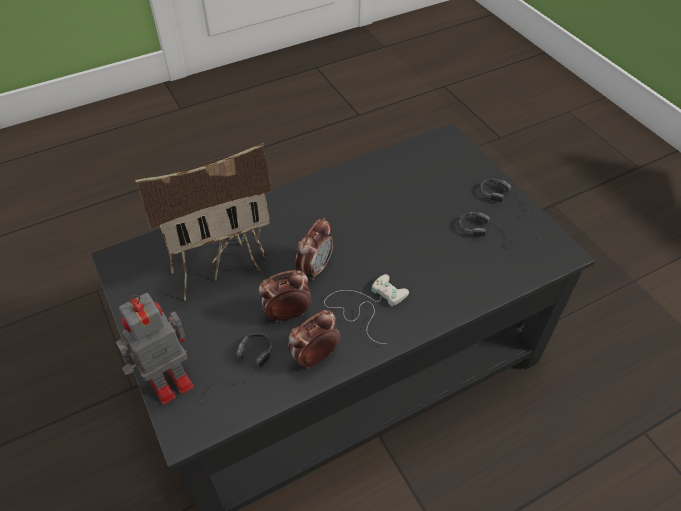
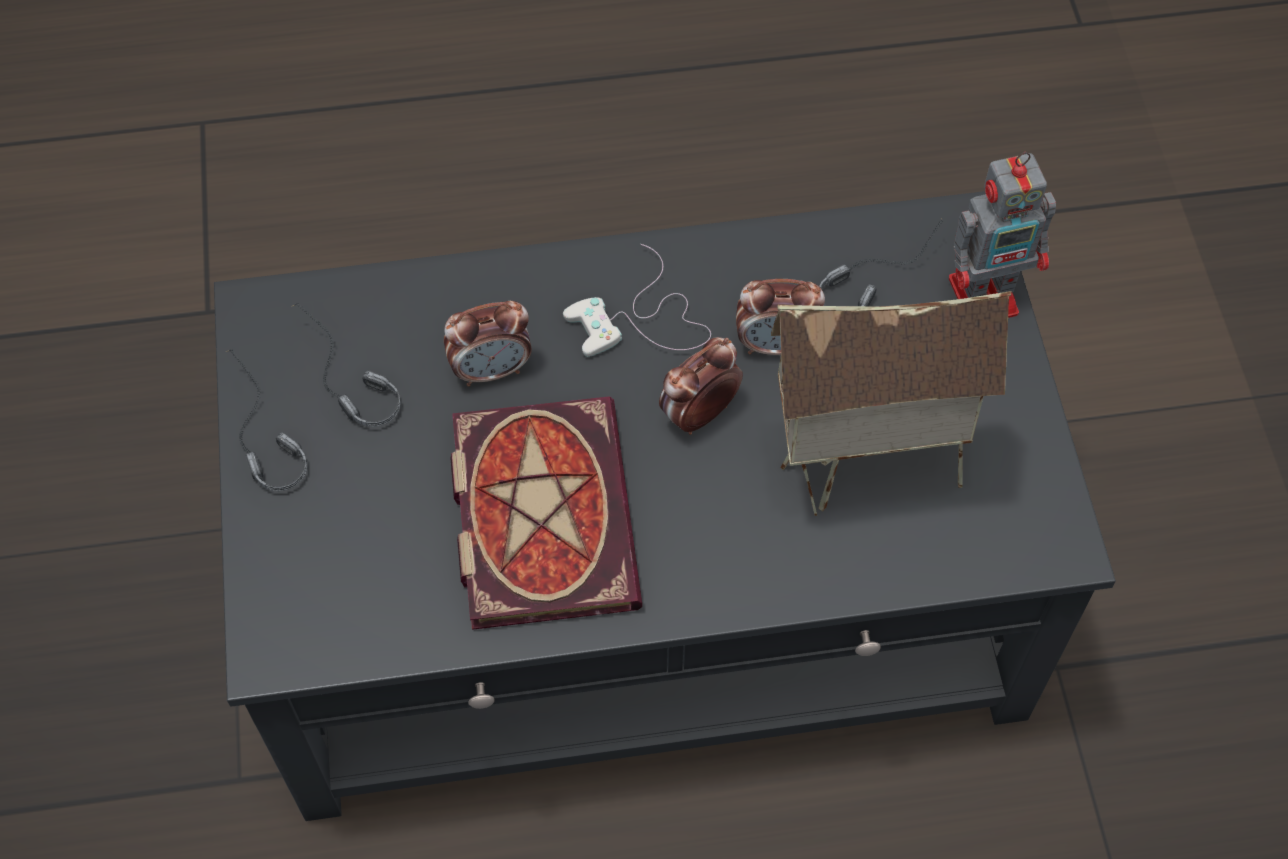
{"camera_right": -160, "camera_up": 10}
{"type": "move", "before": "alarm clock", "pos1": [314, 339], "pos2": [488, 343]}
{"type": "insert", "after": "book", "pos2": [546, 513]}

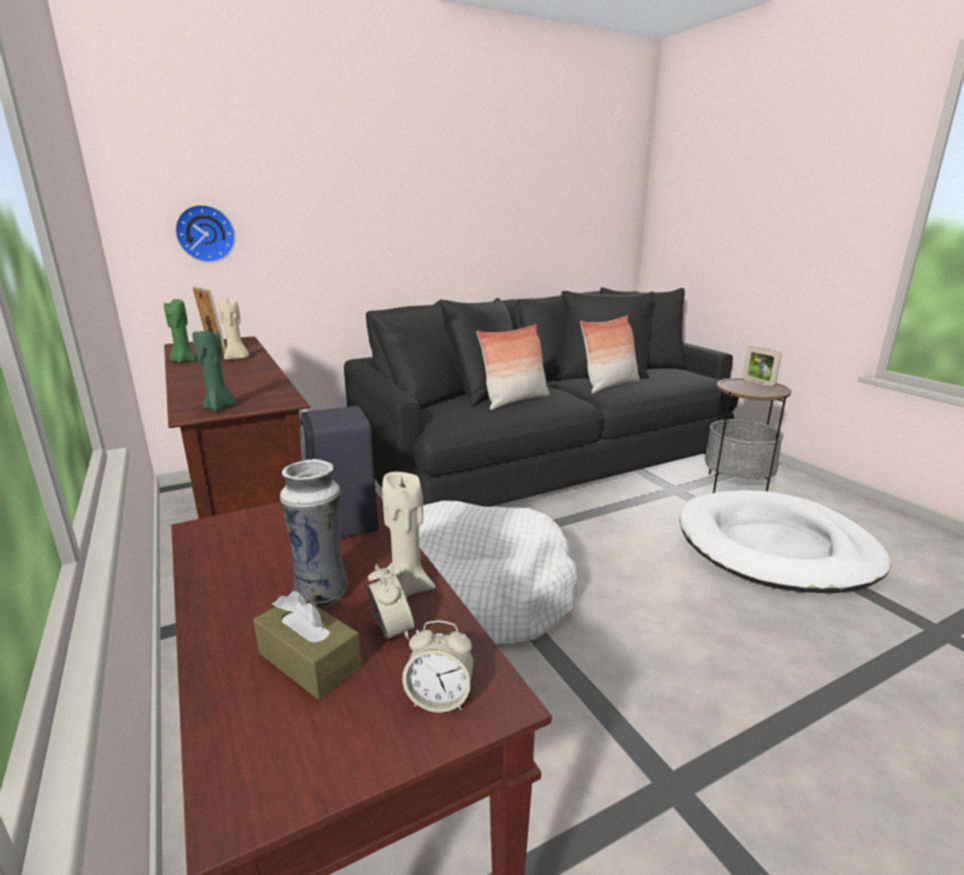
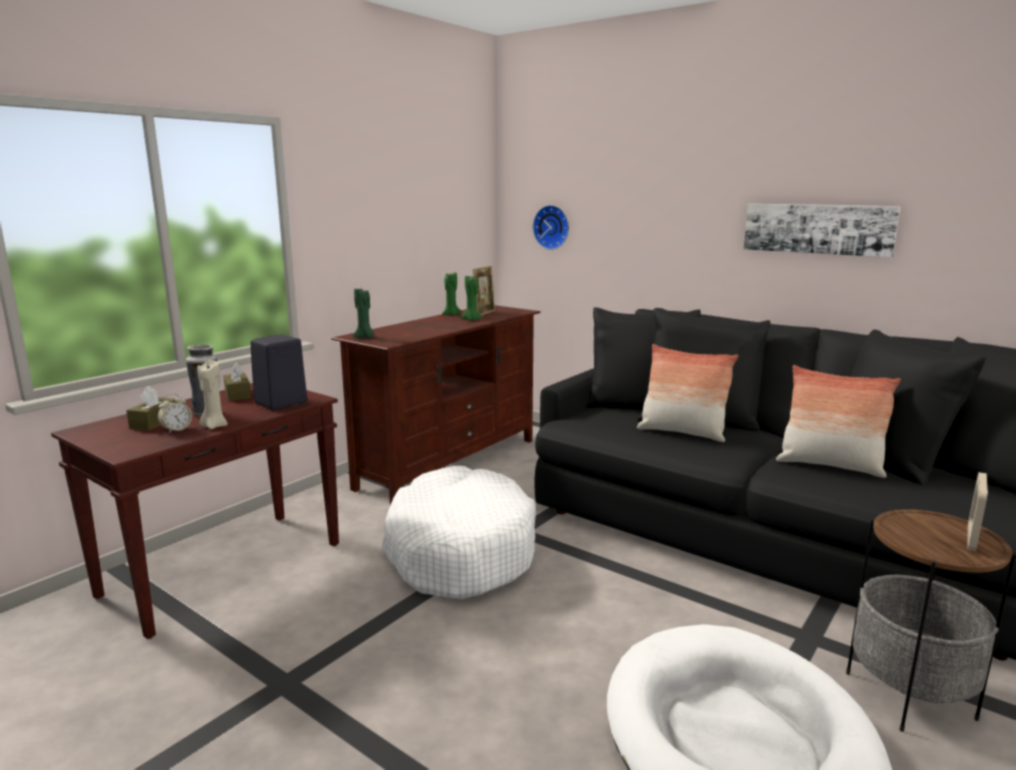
{"camera_right": 65, "camera_up": -5}
{"type": "recolor", "before": "beige candle", "after": "green candle", "pos1": [233, 329], "pos2": [472, 298]}
{"type": "delete", "before": "alarm clock", "pos1": [438, 666]}
{"type": "insert", "after": "brown tissue box", "pos2": [237, 382]}
{"type": "insert", "after": "picture", "pos2": [822, 231]}

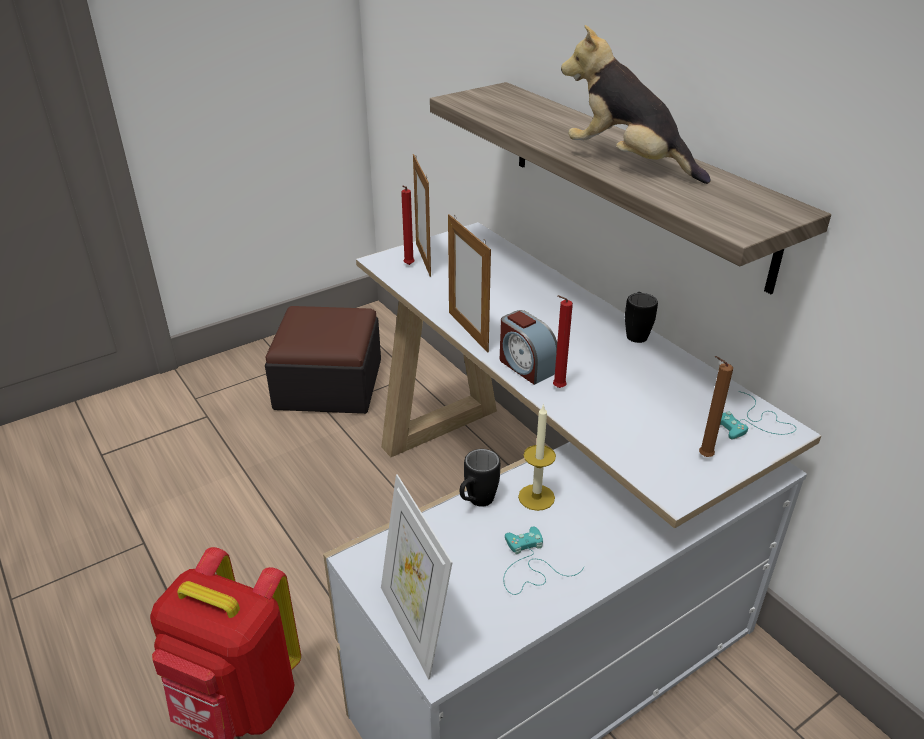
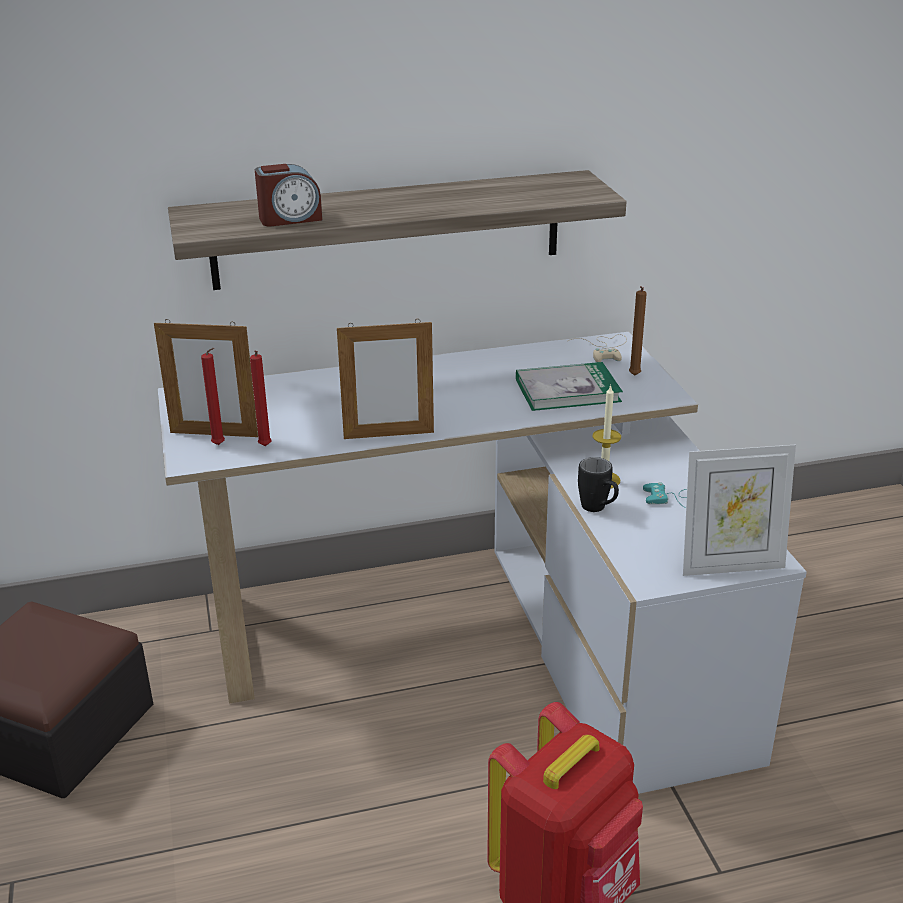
{"camera_right": -70, "camera_up": -5}
{"type": "move", "before": "alarm clock", "pos1": [528, 347], "pos2": [288, 195]}
{"type": "move", "before": "red candle", "pos1": [563, 341], "pos2": [261, 398]}
{"type": "delete", "before": "plush toy", "pos1": [636, 104]}
{"type": "delete", "before": "black mug", "pos1": [641, 317]}
{"type": "recolor", "before": "turquoise game controller", "after": "beige game controller", "pos1": [758, 415], "pos2": [597, 348]}
{"type": "insert", "after": "book", "pos2": [569, 386]}

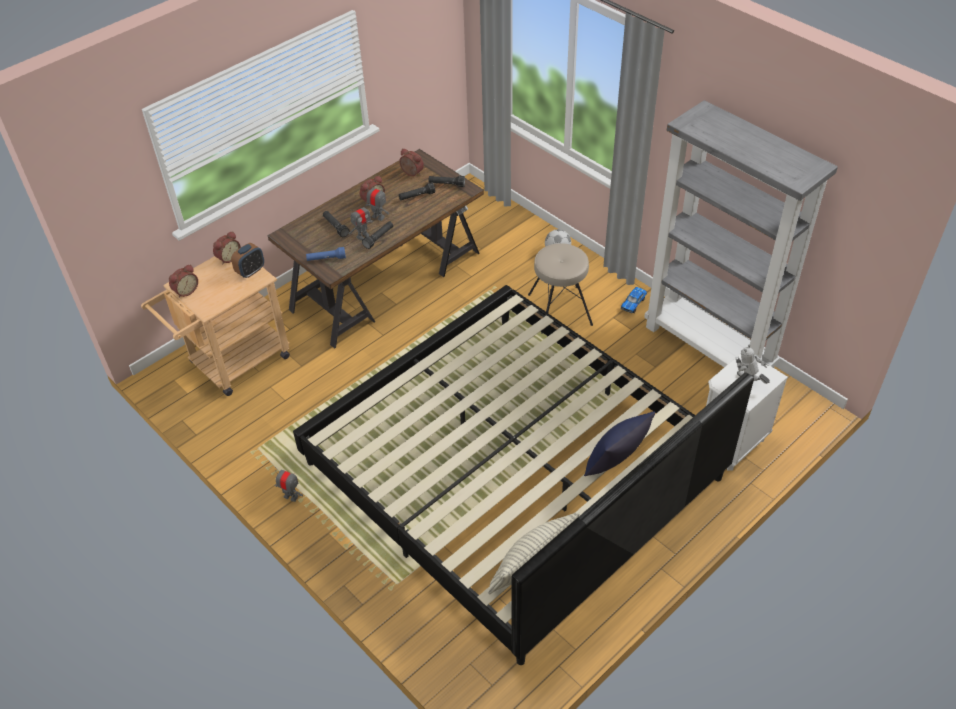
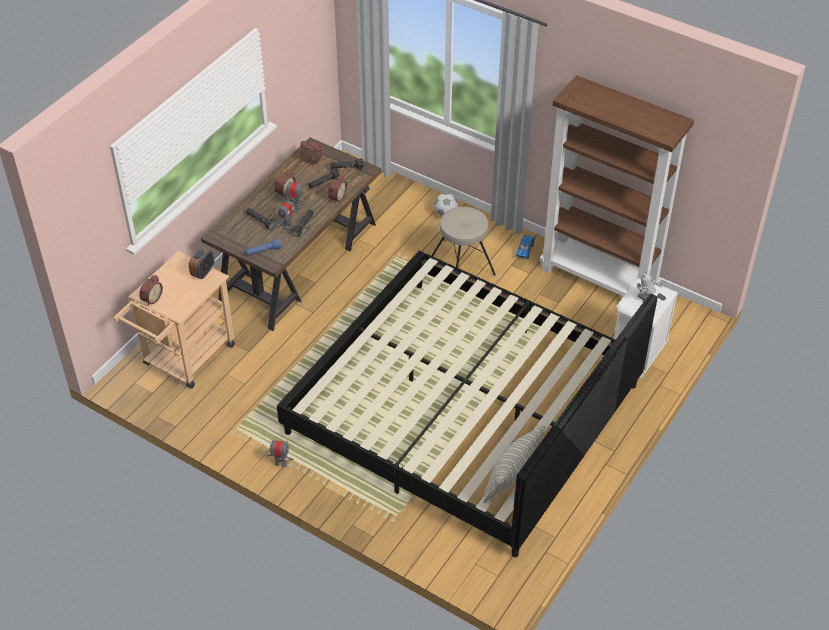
{"camera_right": -15, "camera_up": 0}
{"type": "move", "before": "alarm clock", "pos1": [227, 248], "pos2": [337, 189]}
{"type": "delete", "before": "blue pillow", "pos1": [619, 443]}
{"type": "recolor", "before": "grey bookcase", "after": "brown bookcase", "pos1": [741, 234], "pos2": [617, 185]}

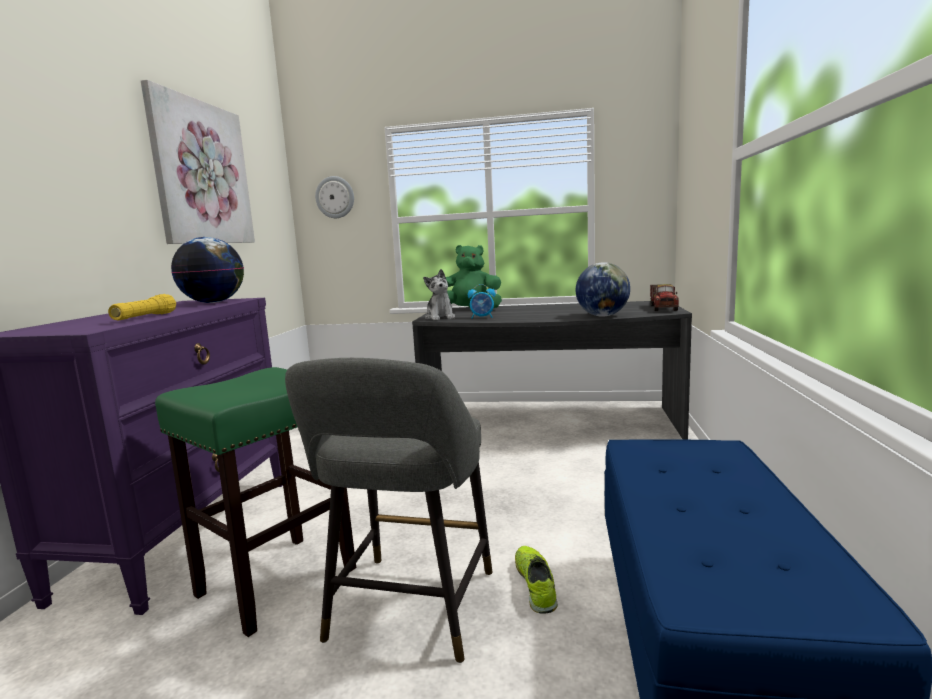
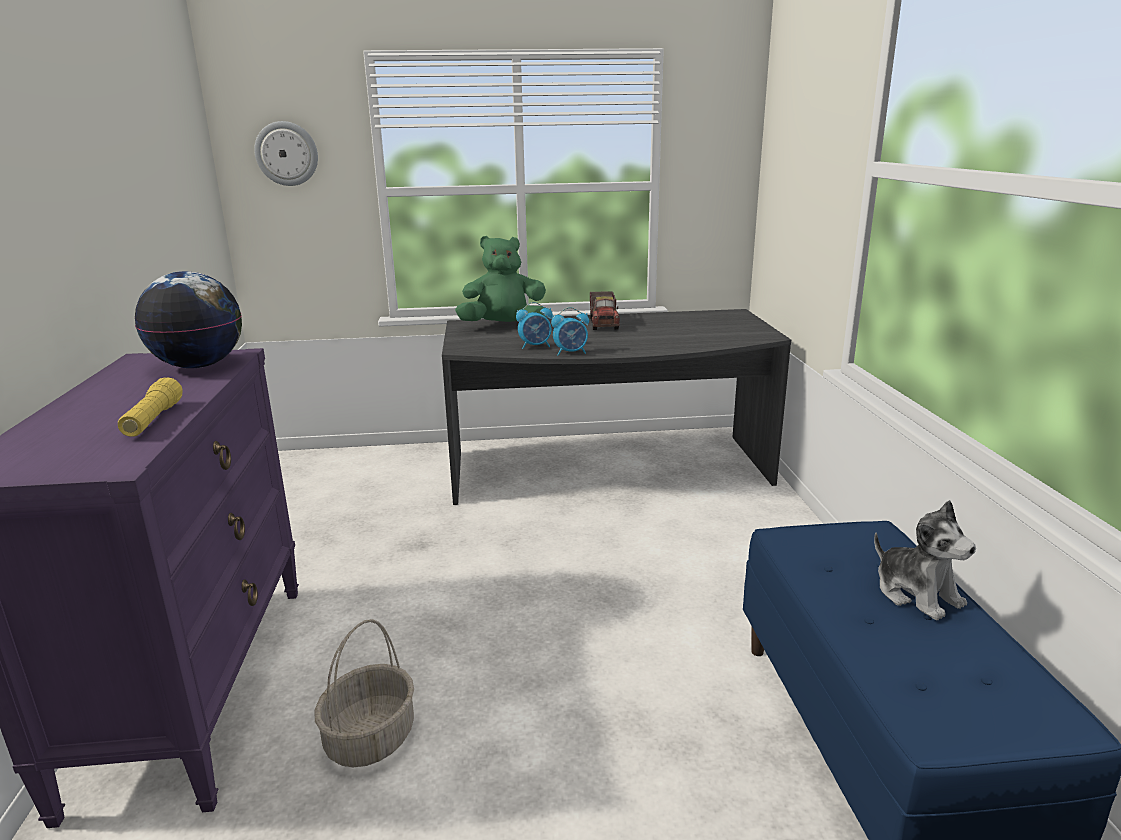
{"camera_right": -15, "camera_up": 10}
{"type": "delete", "before": "picture", "pos1": [198, 162]}
{"type": "replace", "before": "green stool", "after": "basket", "pos1": [255, 502], "pos2": [364, 693]}
{"type": "delete", "before": "grey stool", "pos1": [388, 510]}
{"type": "move", "before": "plush toy", "pos1": [439, 294], "pos2": [925, 560]}
{"type": "delete", "before": "shoe", "pos1": [536, 580]}
{"type": "delete", "before": "globe", "pos1": [603, 289]}
{"type": "move", "before": "toy truck", "pos1": [664, 297], "pos2": [605, 310]}
{"type": "insert", "after": "alarm clock", "pos2": [570, 331]}

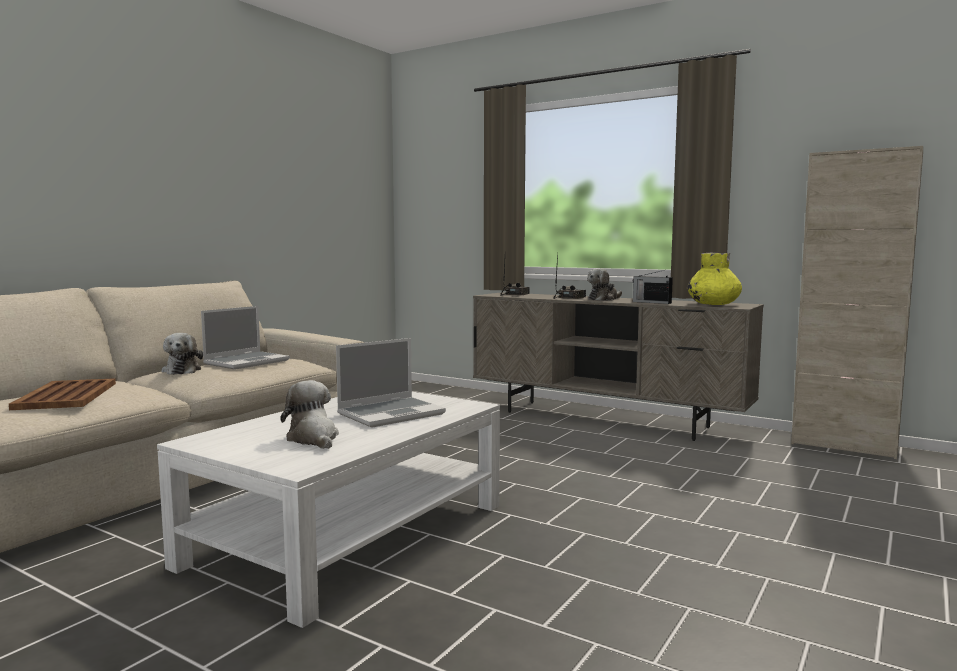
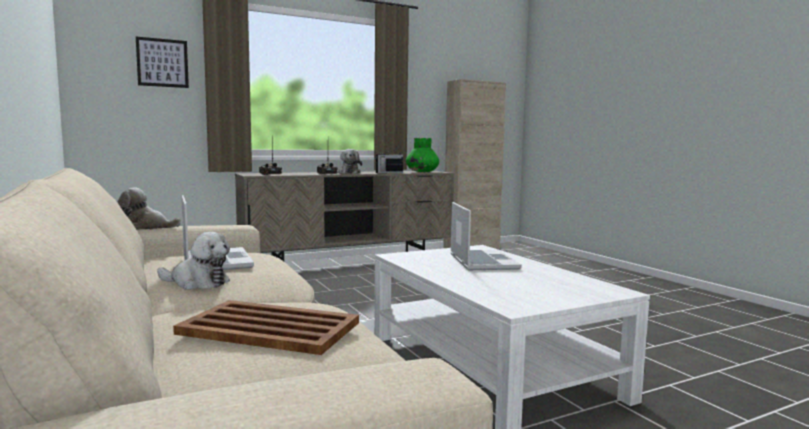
{"camera_right": -60, "camera_up": 0}
{"type": "move", "before": "plush toy", "pos1": [309, 414], "pos2": [149, 209]}
{"type": "recolor", "before": "yellow vase", "after": "green vase", "pos1": [714, 279], "pos2": [422, 155]}
{"type": "insert", "after": "picture", "pos2": [162, 62]}

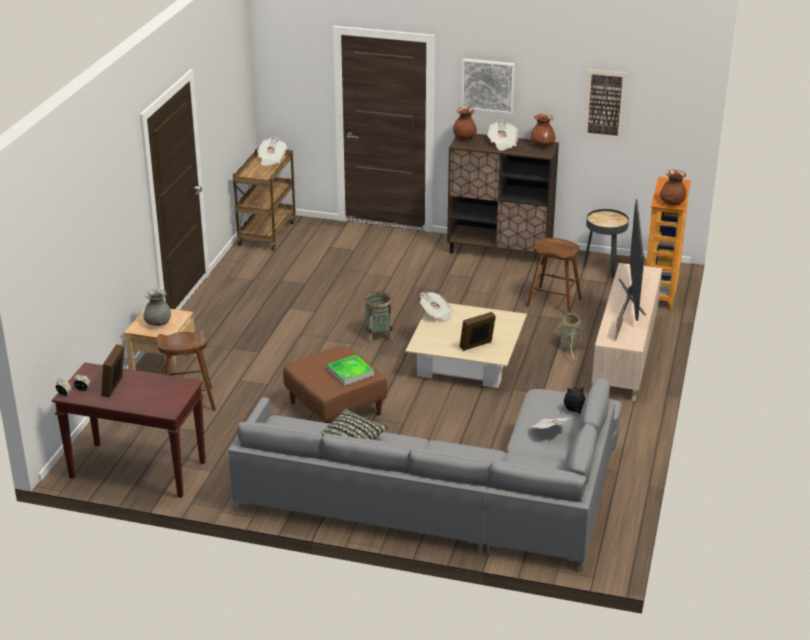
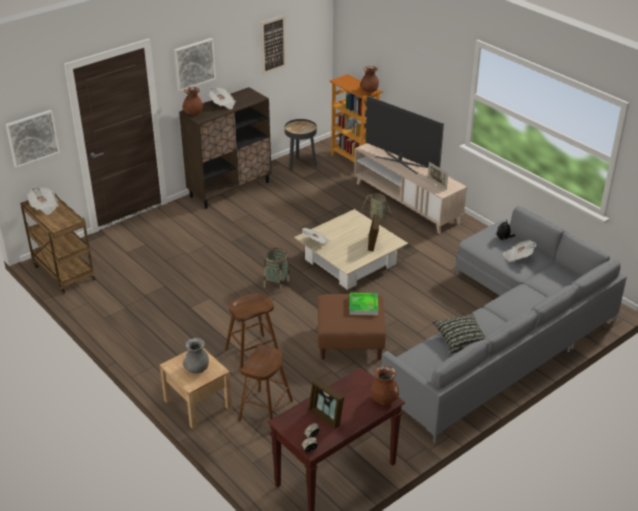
{"camera_right": -55, "camera_up": 5}
{"type": "move", "before": "brown stool", "pos1": [554, 276], "pos2": [252, 331]}
{"type": "move", "before": "brown vase", "pos1": [543, 130], "pos2": [385, 385]}
{"type": "insert", "after": "picture", "pos2": [33, 139]}

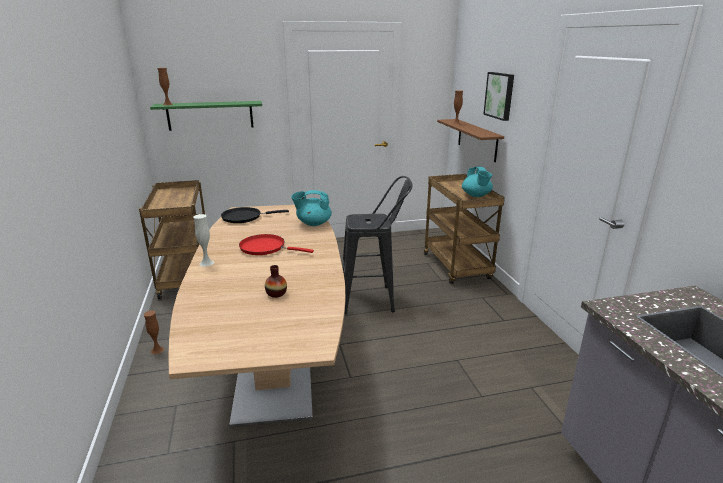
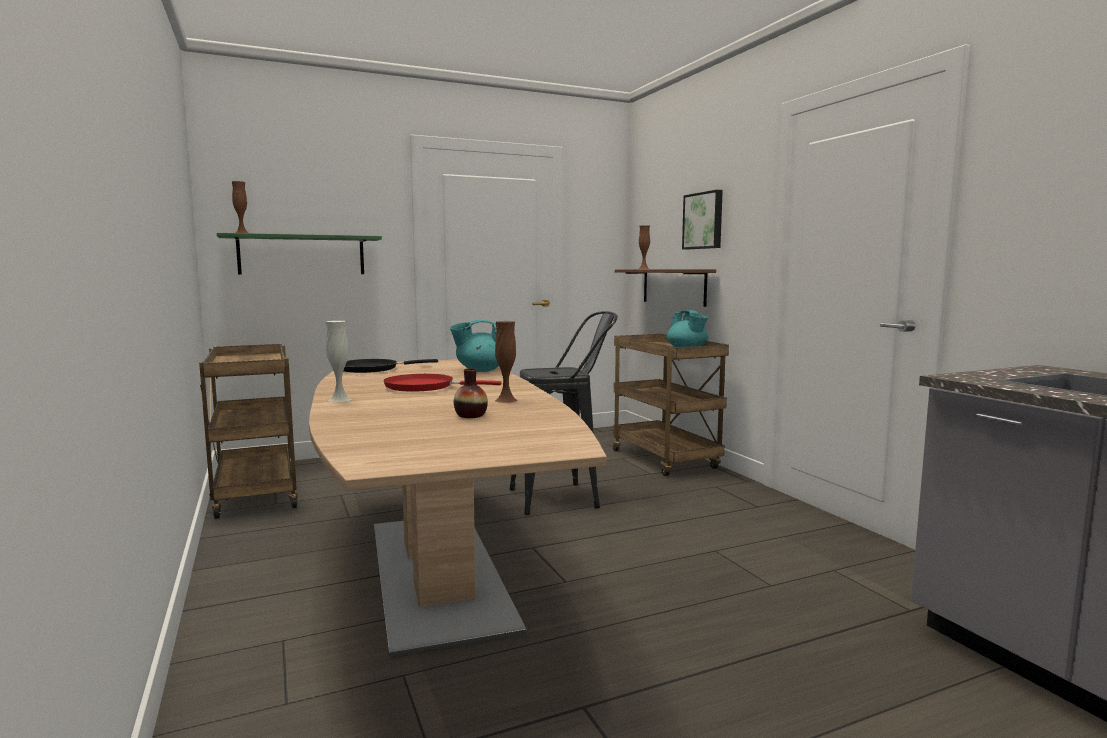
{"camera_right": -10, "camera_up": -15}
{"type": "move", "before": "brown vase", "pos1": [154, 332], "pos2": [506, 362]}

